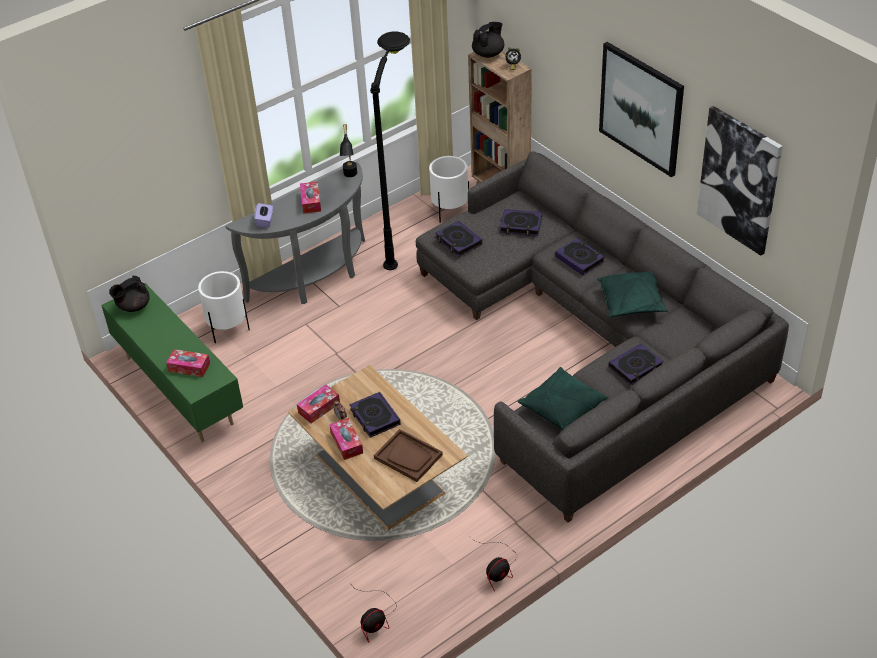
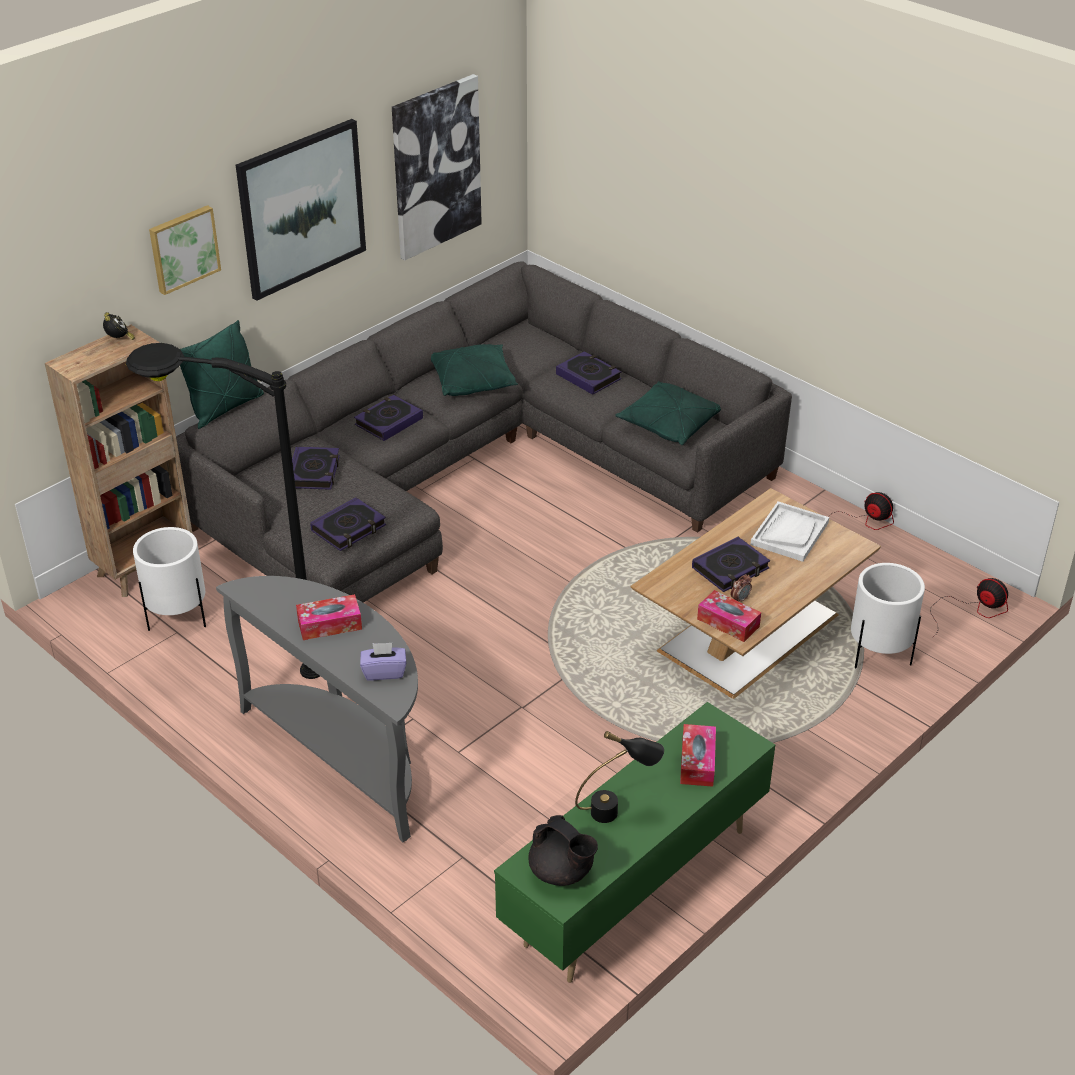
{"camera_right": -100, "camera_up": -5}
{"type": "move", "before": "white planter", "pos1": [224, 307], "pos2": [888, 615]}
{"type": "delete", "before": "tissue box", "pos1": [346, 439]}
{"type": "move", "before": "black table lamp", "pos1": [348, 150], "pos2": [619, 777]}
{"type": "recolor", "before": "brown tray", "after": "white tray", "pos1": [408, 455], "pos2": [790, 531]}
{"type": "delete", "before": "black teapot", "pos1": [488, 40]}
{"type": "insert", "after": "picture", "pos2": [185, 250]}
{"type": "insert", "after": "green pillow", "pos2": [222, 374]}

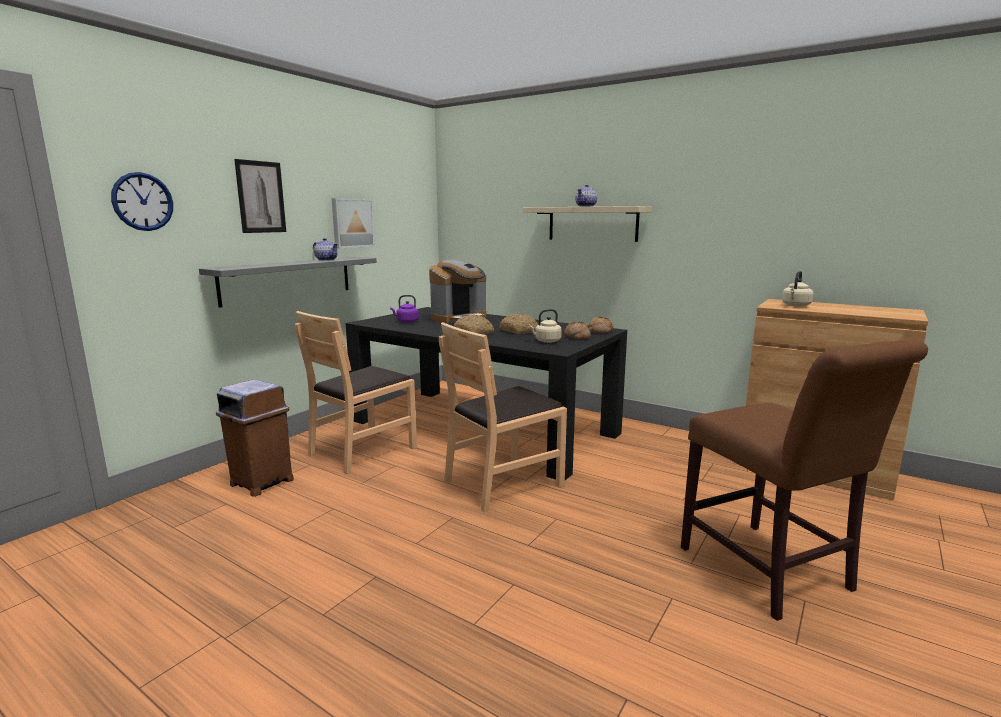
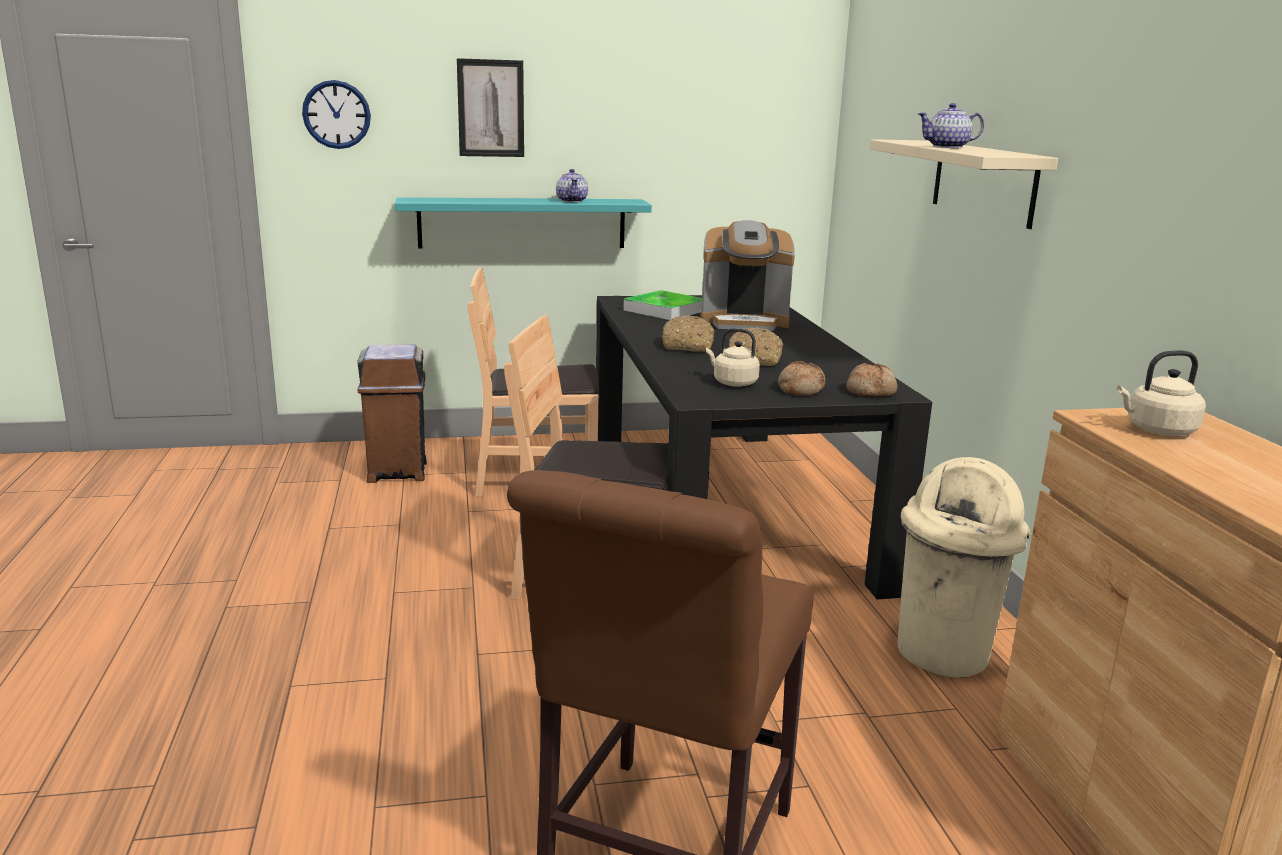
{"camera_right": 45, "camera_up": 5}
{"type": "recolor", "before": "grey shelf", "after": "turquoise shelf", "pos1": [288, 282], "pos2": [523, 222]}
{"type": "delete", "before": "picture", "pos1": [353, 223]}
{"type": "replace", "before": "purple kettle", "after": "tray", "pos1": [404, 309], "pos2": [662, 305]}
{"type": "insert", "after": "beige trash can", "pos2": [964, 567]}

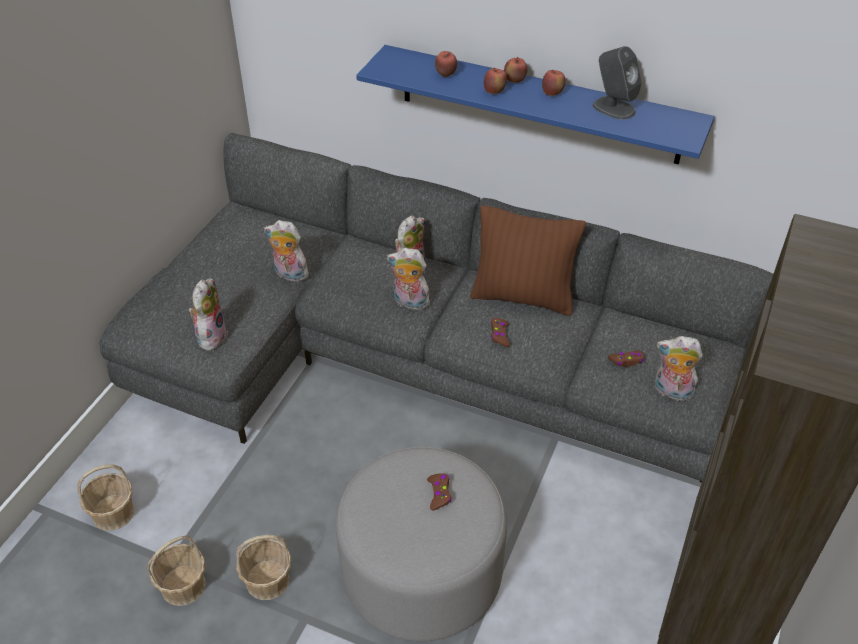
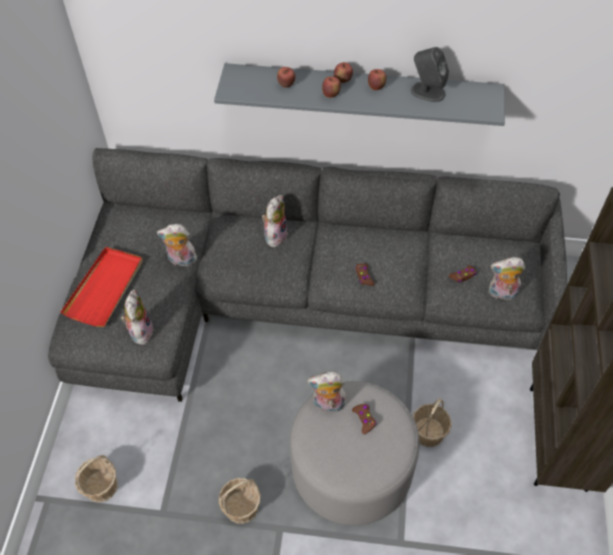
{"camera_right": -15, "camera_up": 10}
{"type": "move", "before": "basket", "pos1": [176, 570], "pos2": [432, 422]}
{"type": "recolor", "before": "blue shelf", "after": "grey shelf", "pos1": [535, 104], "pos2": [359, 94]}
{"type": "move", "before": "plush toy", "pos1": [408, 279], "pos2": [326, 391]}
{"type": "delete", "before": "brown pillow", "pos1": [528, 260]}
{"type": "insert", "after": "red tray", "pos2": [101, 287]}

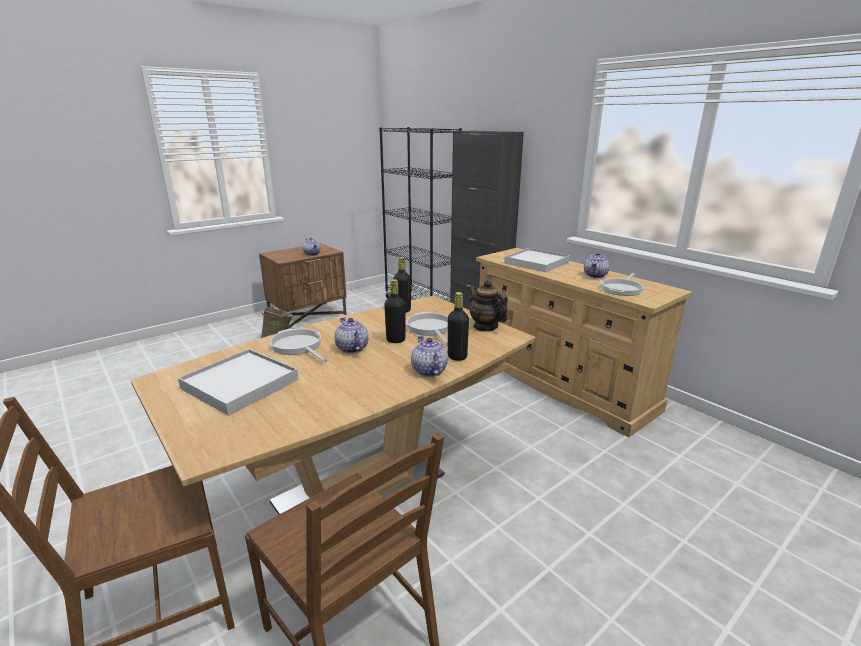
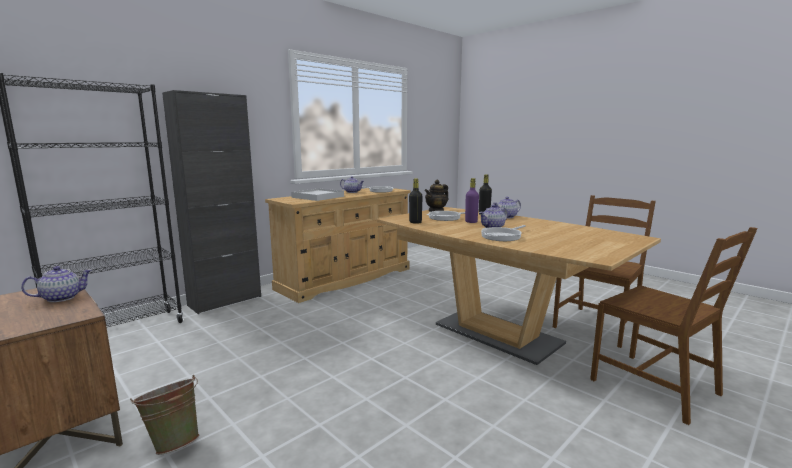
{"camera_right": -95, "camera_up": -10}
{"type": "delete", "before": "white tray", "pos1": [238, 382]}
{"type": "recolor", "before": "black bottle", "after": "purple bottle", "pos1": [395, 311], "pos2": [472, 200]}

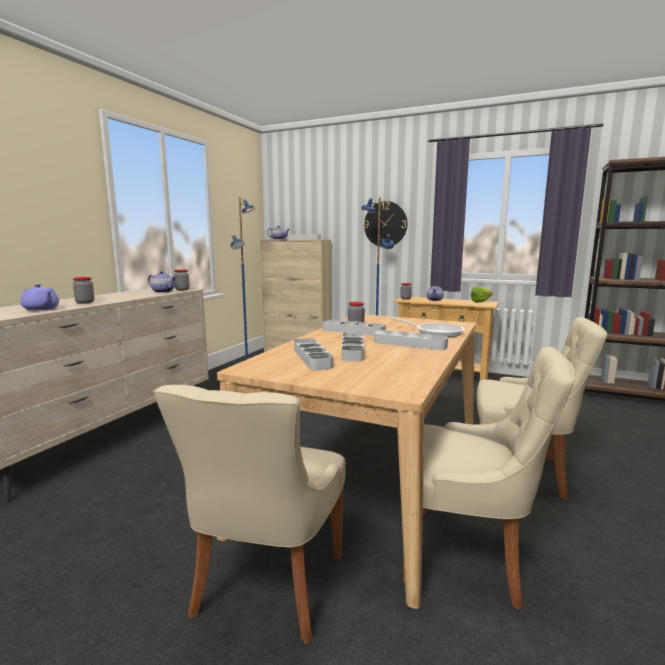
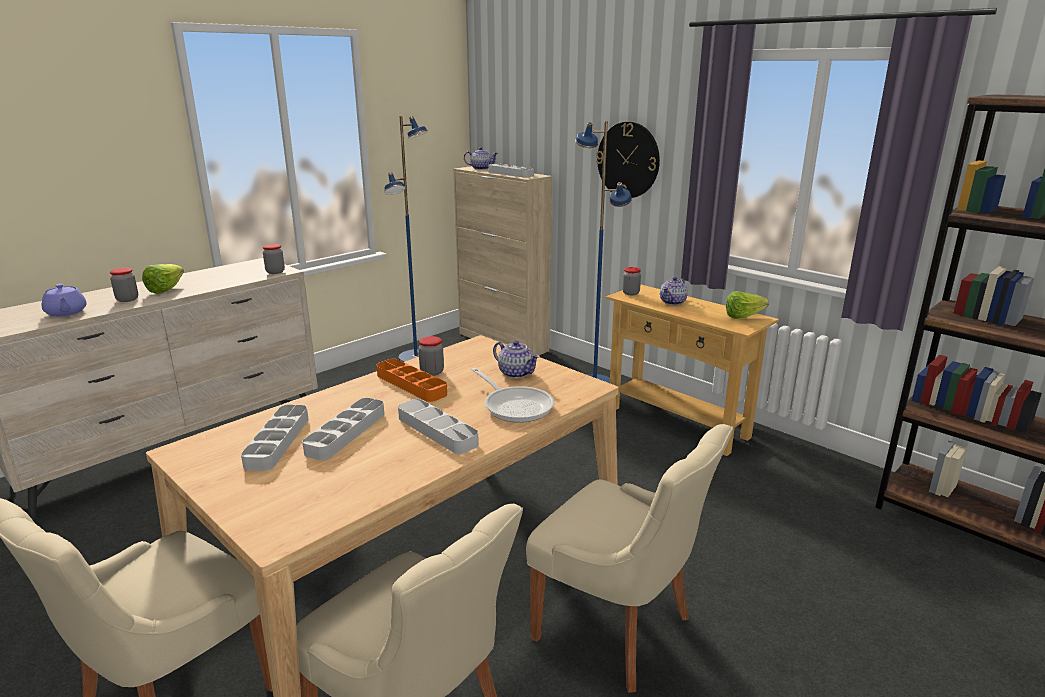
{"camera_right": 20, "camera_up": 10}
{"type": "move", "before": "teapot", "pos1": [162, 282], "pos2": [516, 359]}
{"type": "recolor", "before": "grey tray", "after": "orange tray", "pos1": [354, 328], "pos2": [412, 380]}
{"type": "insert", "after": "lettuce", "pos2": [163, 279]}

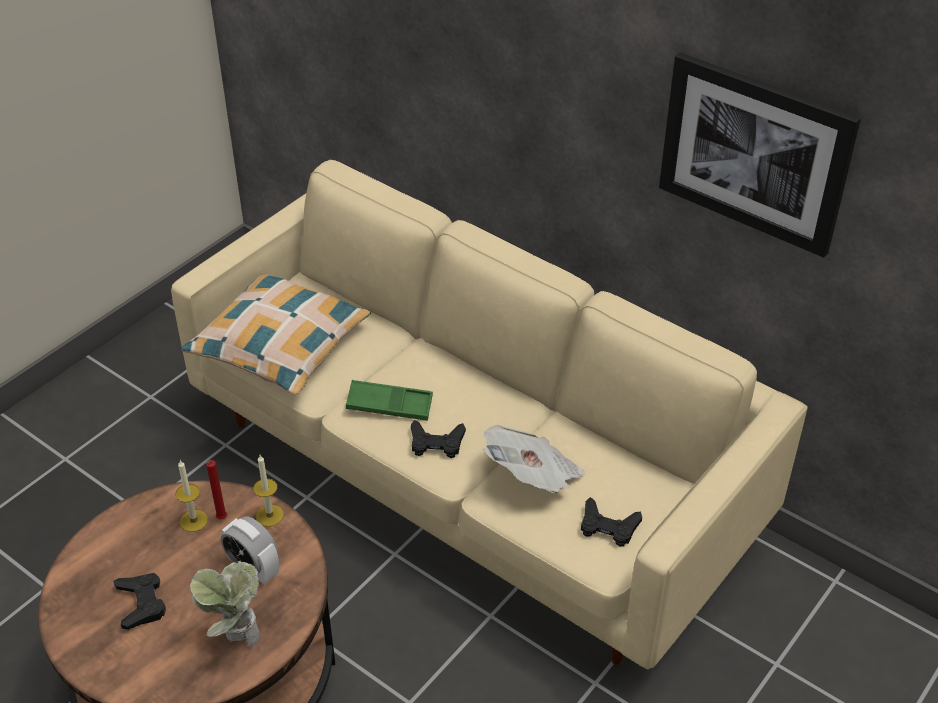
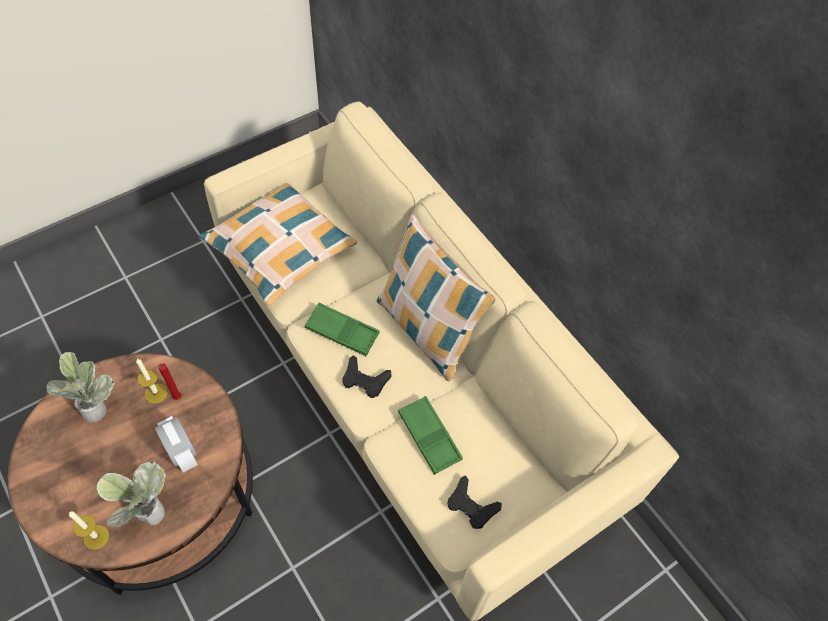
{"camera_right": 15, "camera_up": 15}
{"type": "delete", "before": "black game controller", "pos1": [139, 601]}
{"type": "move", "before": "candle", "pos1": [268, 491], "pos2": [89, 530]}
{"type": "replace", "before": "newspaper", "after": "green tray", "pos1": [534, 459], "pos2": [430, 435]}
{"type": "delete", "before": "picture", "pos1": [760, 155]}
{"type": "insert", "after": "potted plant", "pos2": [80, 387]}
{"type": "insert", "after": "pillow", "pos2": [436, 298]}

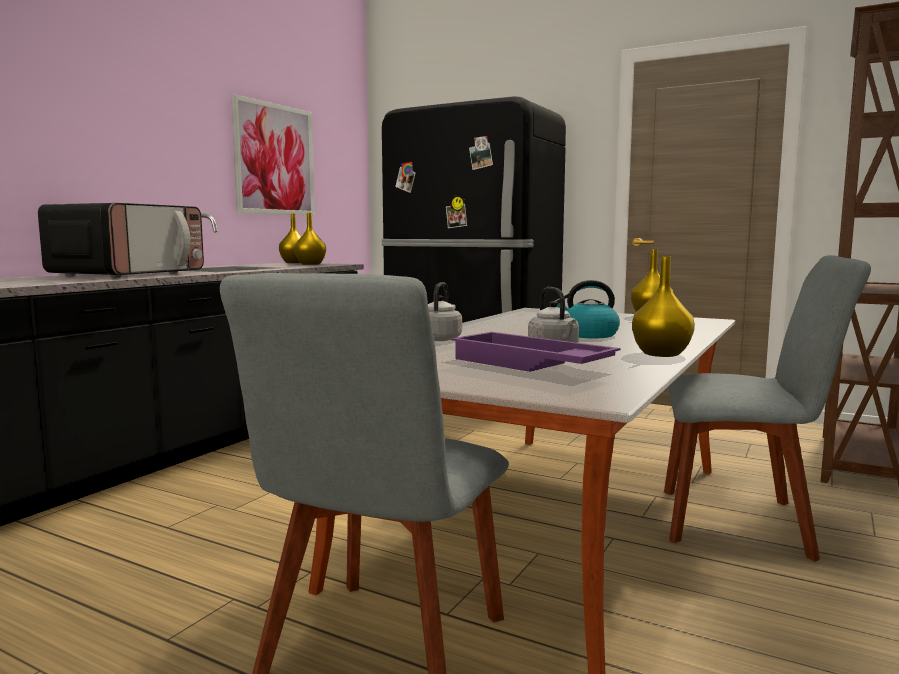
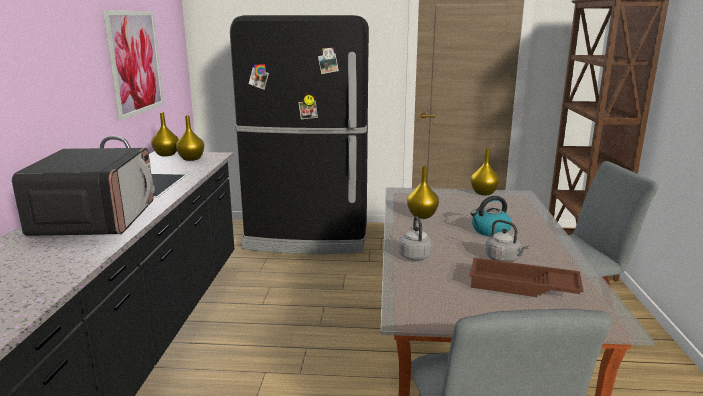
{"camera_right": -25, "camera_up": 10}
{"type": "recolor", "before": "purple tray", "after": "brown tray", "pos1": [536, 352], "pos2": [526, 277]}
{"type": "move", "before": "yellow vase", "pos1": [663, 306], "pos2": [423, 192]}

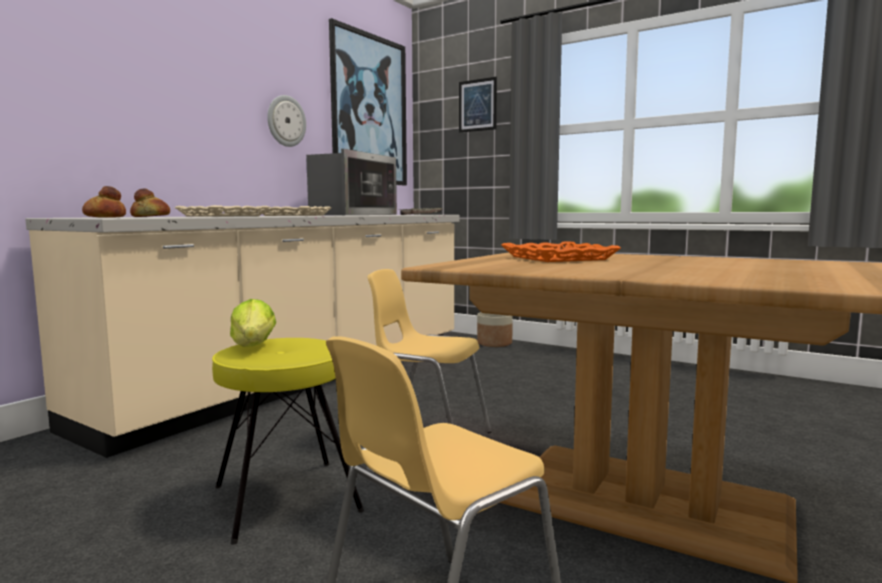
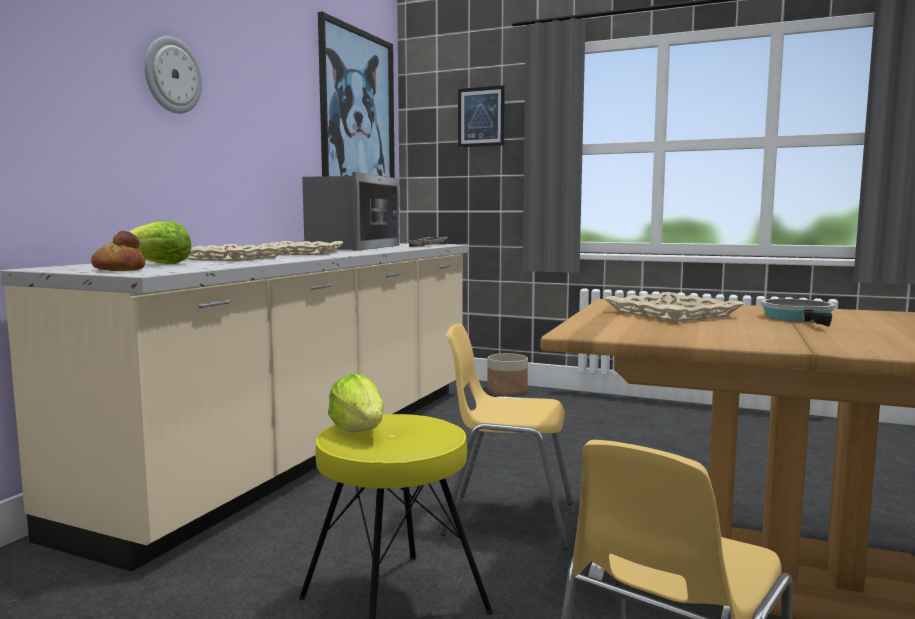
{"camera_right": -10, "camera_up": 0}
{"type": "replace", "before": "bread", "after": "lettuce", "pos1": [150, 203], "pos2": [160, 242]}
{"type": "move", "before": "wall clock", "pos1": [286, 121], "pos2": [173, 75]}
{"type": "recolor", "before": "orange tray", "after": "beige tray", "pos1": [561, 251], "pos2": [674, 307]}
{"type": "insert", "after": "frying pan", "pos2": [798, 313]}

